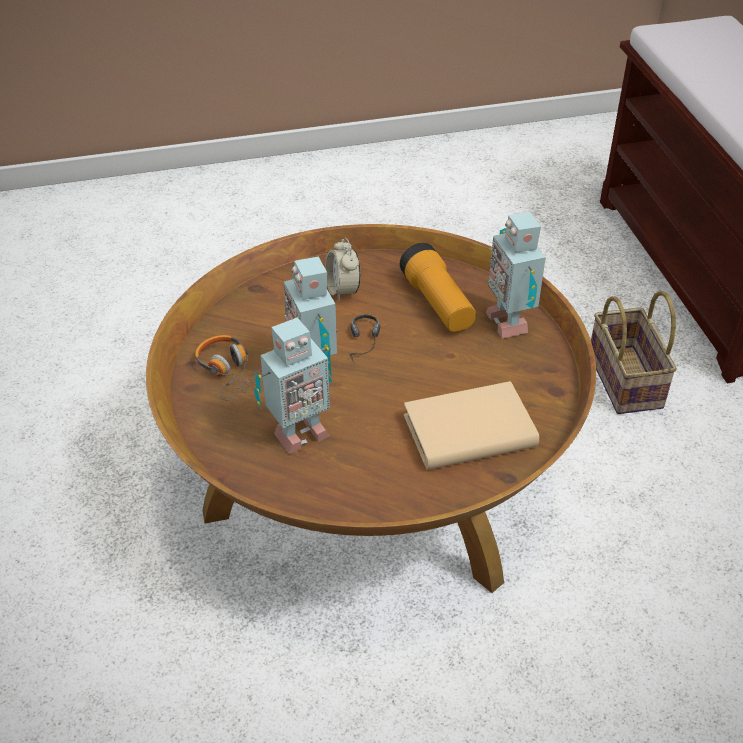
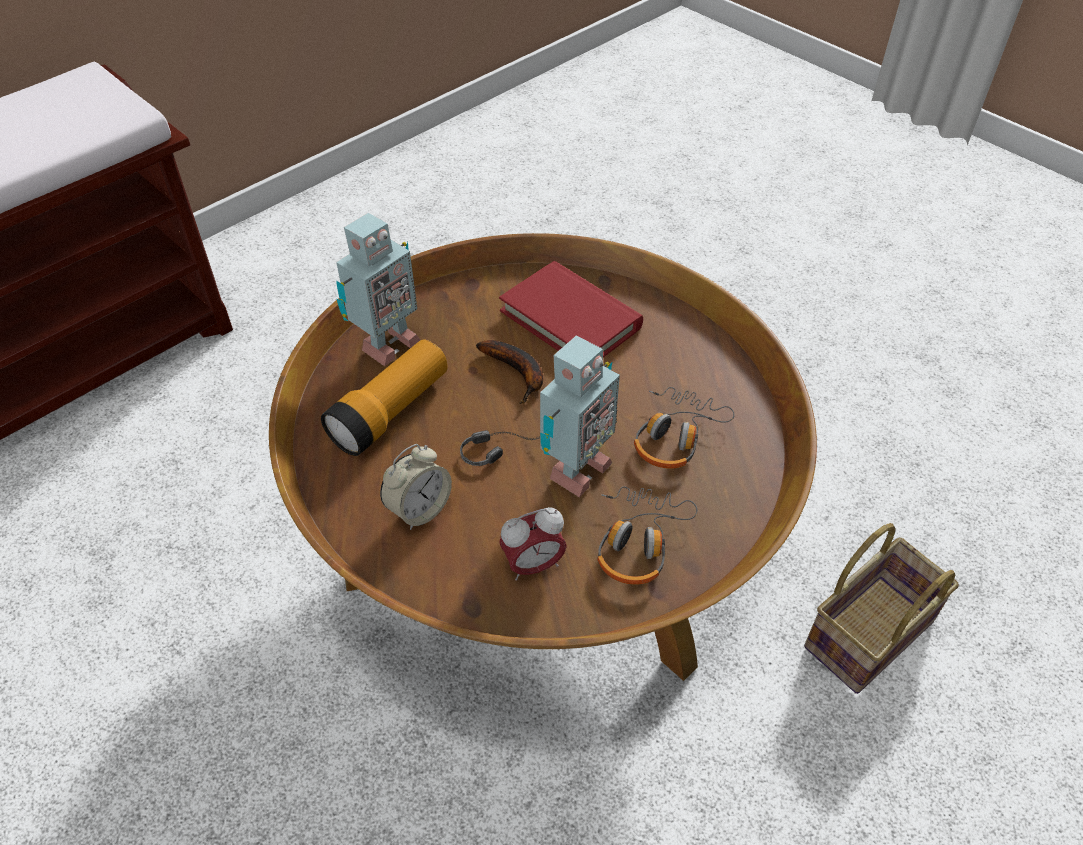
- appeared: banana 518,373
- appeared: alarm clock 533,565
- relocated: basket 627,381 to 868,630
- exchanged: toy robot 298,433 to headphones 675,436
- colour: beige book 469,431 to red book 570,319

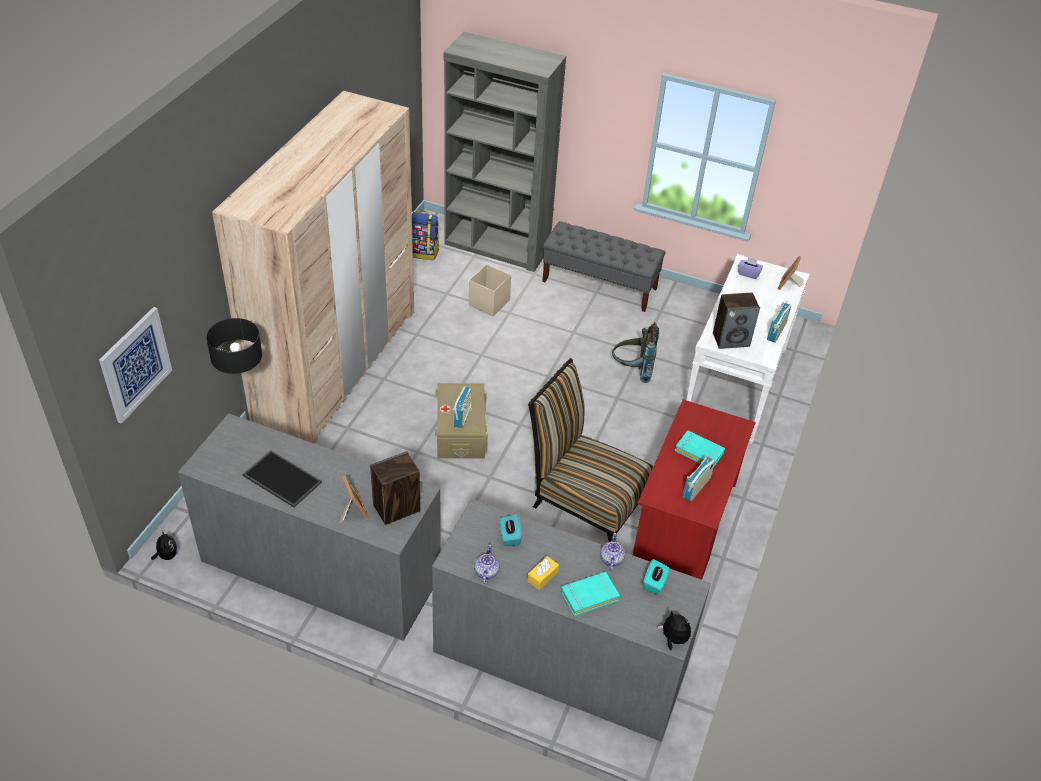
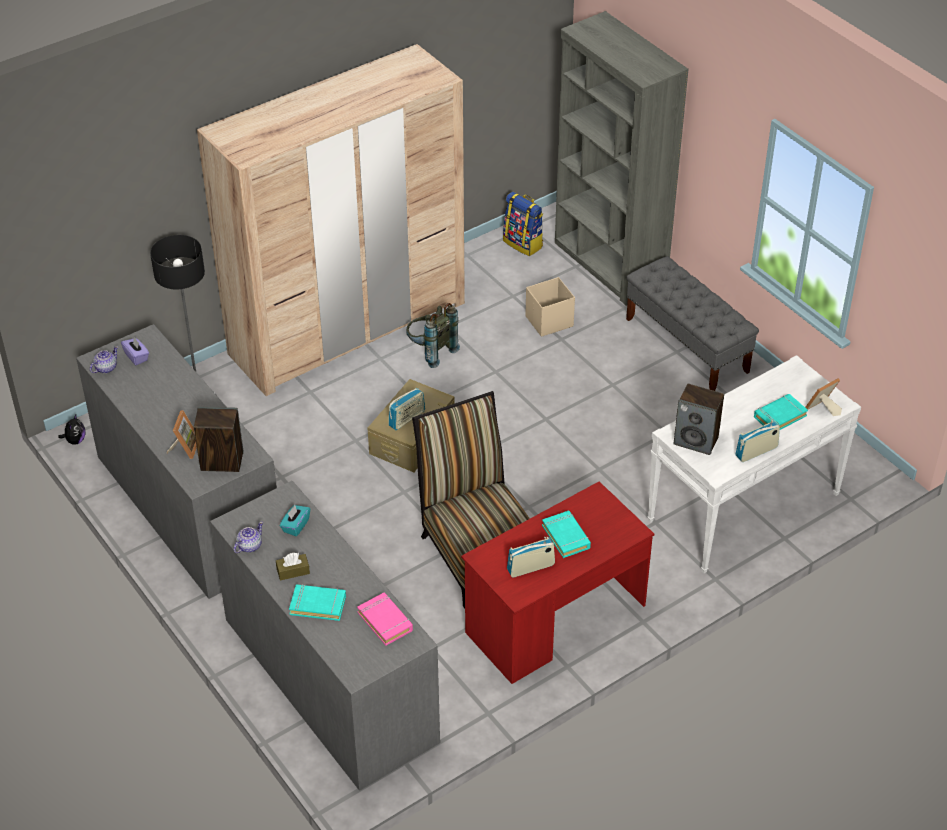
- missing: picture 135,364
- missing: tray 280,479
- missing: plush toy 673,639
- appeared: turquoise book 779,416
- relocated: teapot 611,559 to 105,368
- relocated: grey backpack 632,370 to 430,351
- relocated: purple tissue box 748,273 to 136,357
- exchanged: turquoise tissue box 654,583 to pink book 385,621
- colour: yellow tissue box 542,576 to brown tissue box 293,571

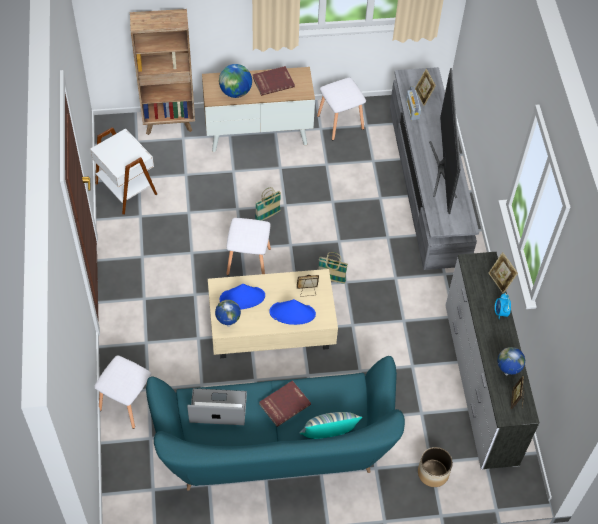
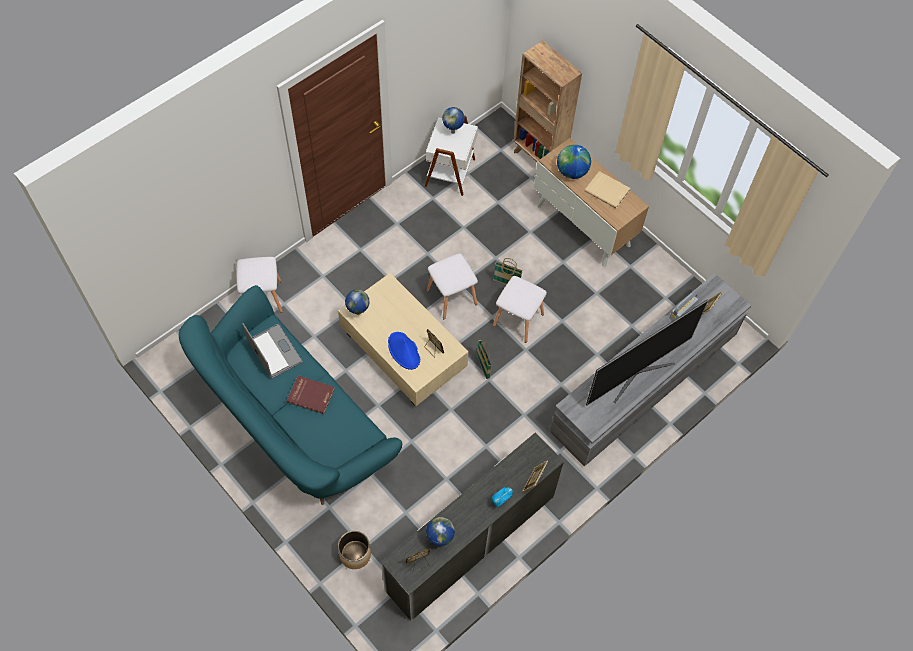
- missing: blue hat 242,298
- missing: pillow 329,435
- appeared: globe 453,132
- relocated: white stool 341,122 to 518,320
- colour: red book 273,81 to beige book 607,190

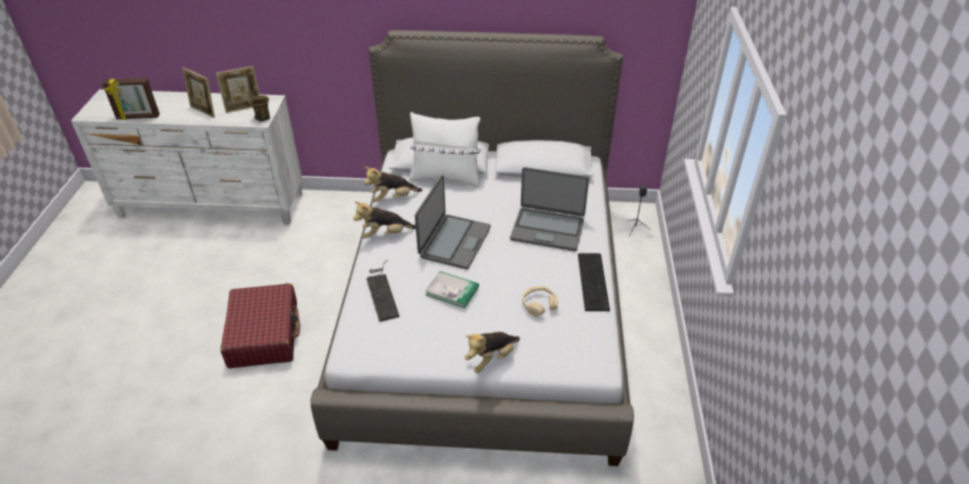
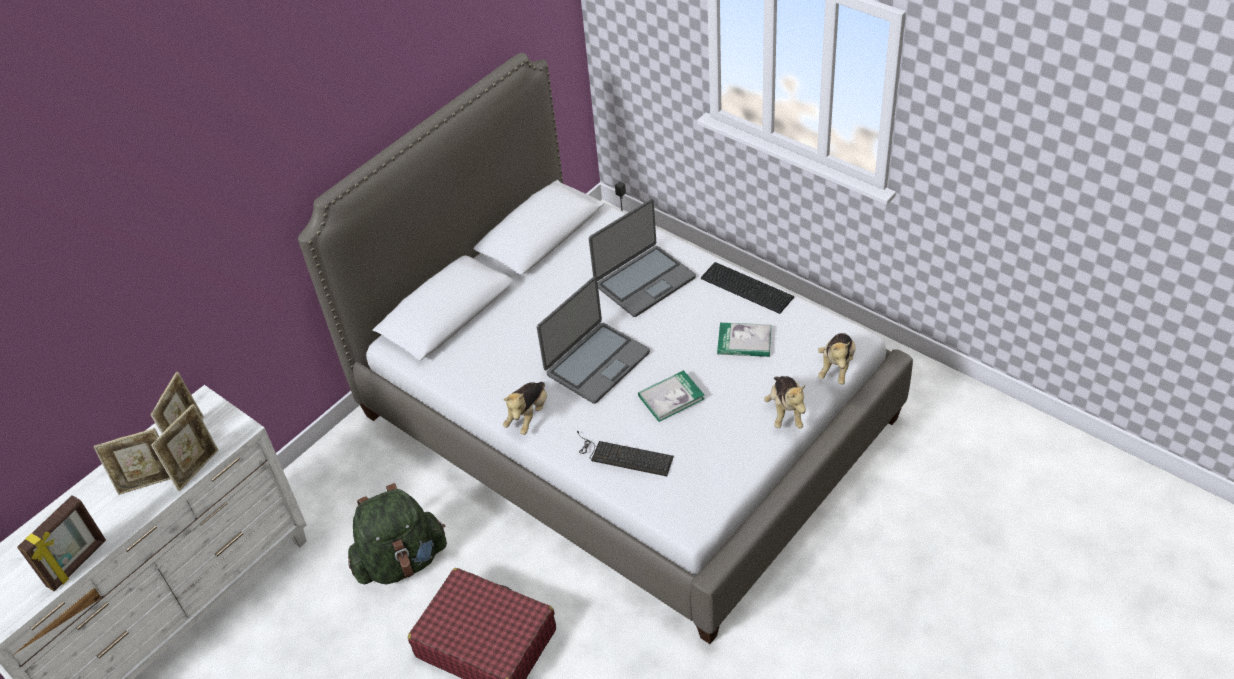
- missing: brown mug 263,117
- missing: white pillow 446,177
- appeared: picture frame 197,469
- appeared: green backpack 402,561
- relocated: plush toy 393,198 to 836,367
- exchanged: beige headphones 539,304 to book 744,342
- spun: laptop 454,242 = 596,363 75 degrees clockwise

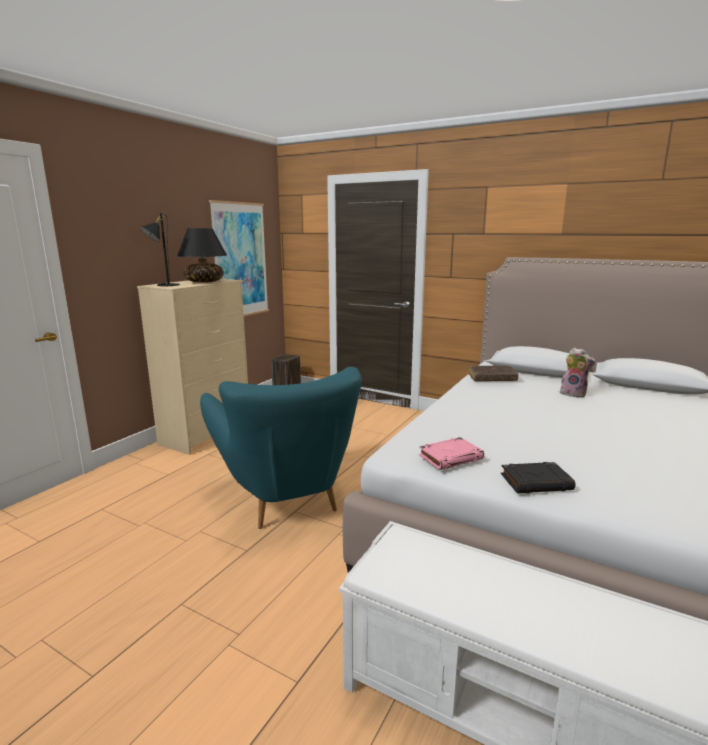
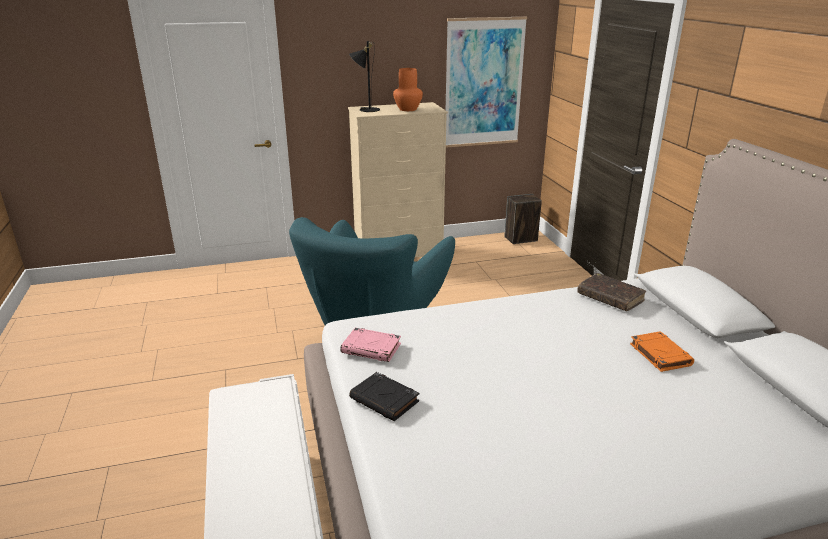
- exchanged: black table lamp 204,282 to orange vase 408,109
- exchanged: plush toy 574,394 to orange book 659,354

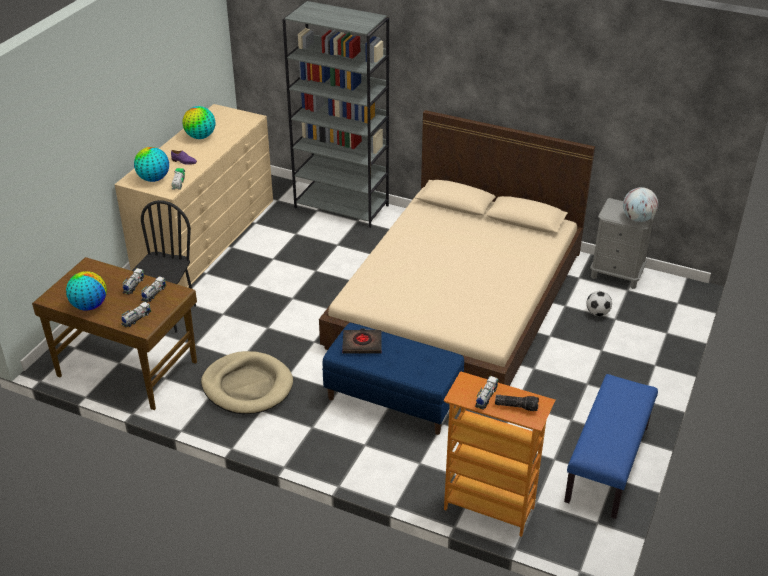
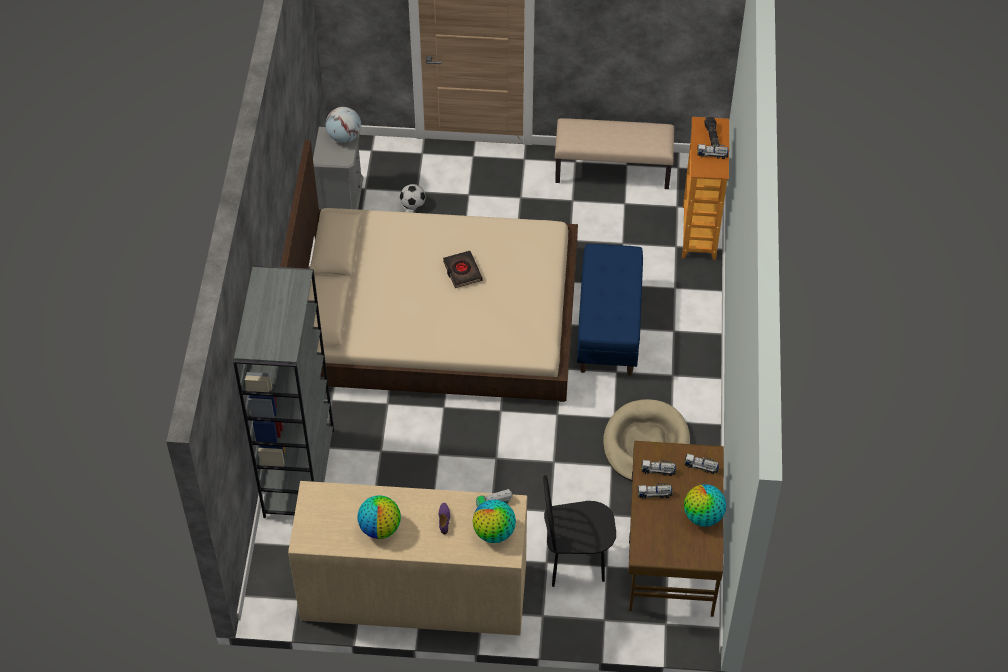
- relocated: black book 362,344 to 462,271
- colour: blue bench 608,464 to beige bench 613,170

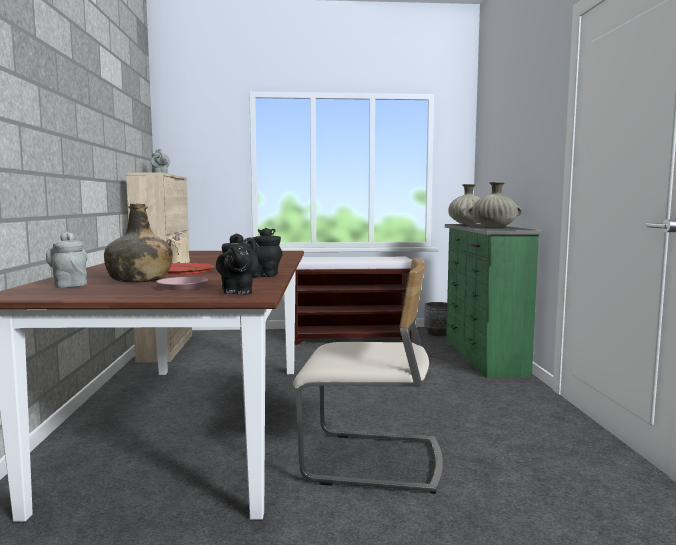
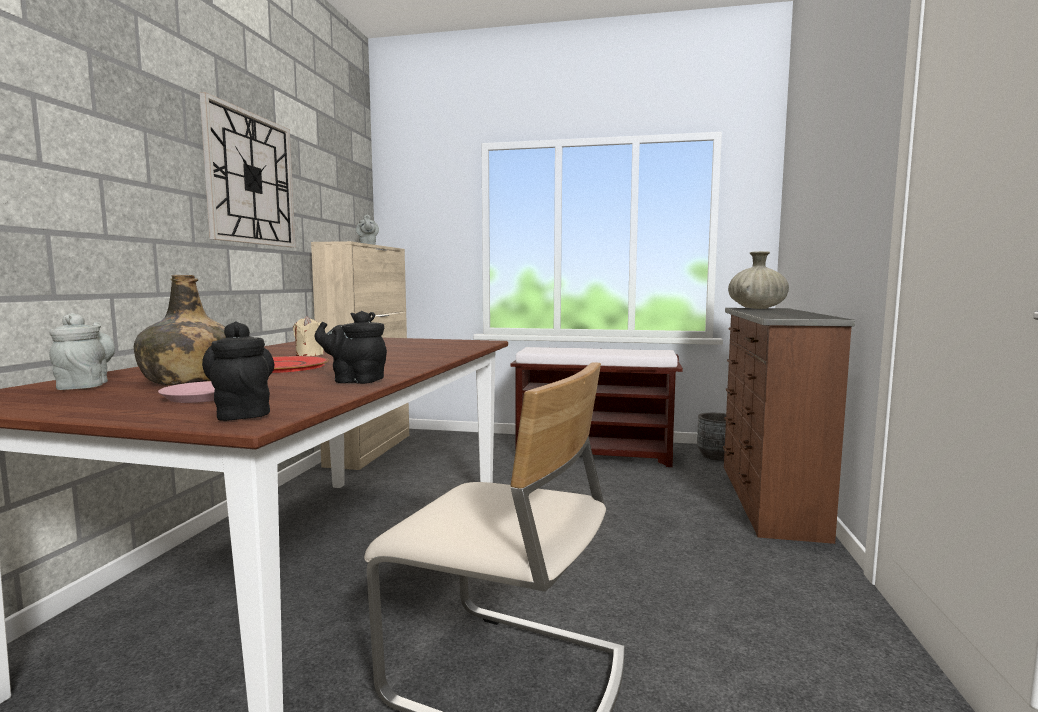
- missing: beige vase 494,227
- appeared: wall clock 250,179
- colour: green dresser 482,356 to brown dresser 766,499
- spun: black teapot 237,292 = 243,413 150 degrees clockwise

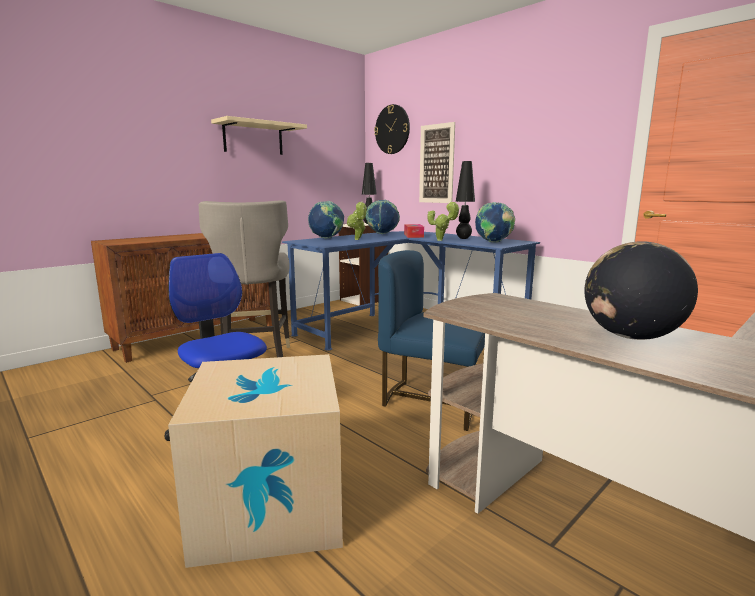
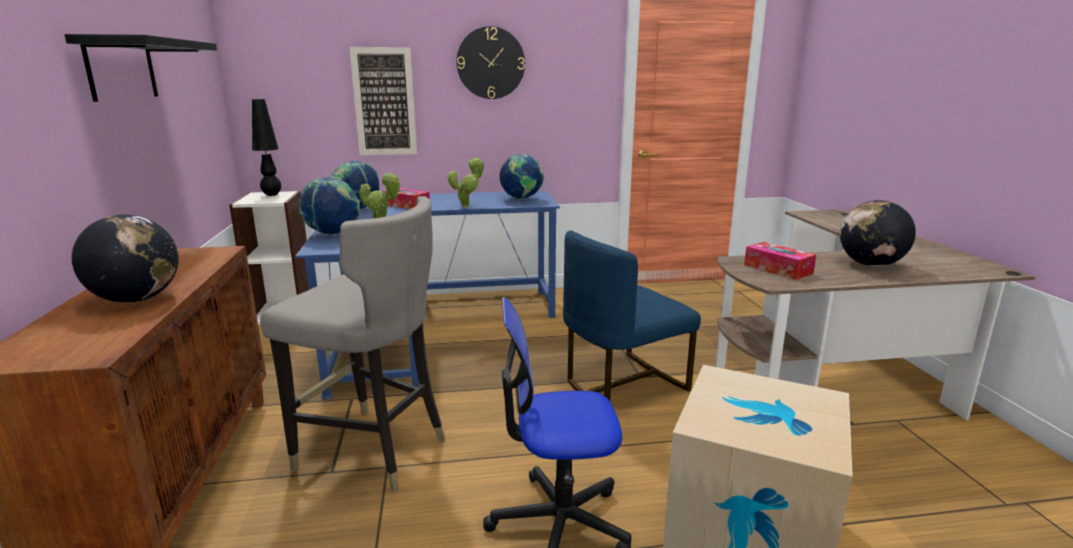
- missing: black table lamp 463,238
- appeared: globe 137,299
- appeared: tissue box 777,269
- relocated: wall clock 392,129 to 490,63
- colour: beige shelf 253,138 to black shelf 121,69

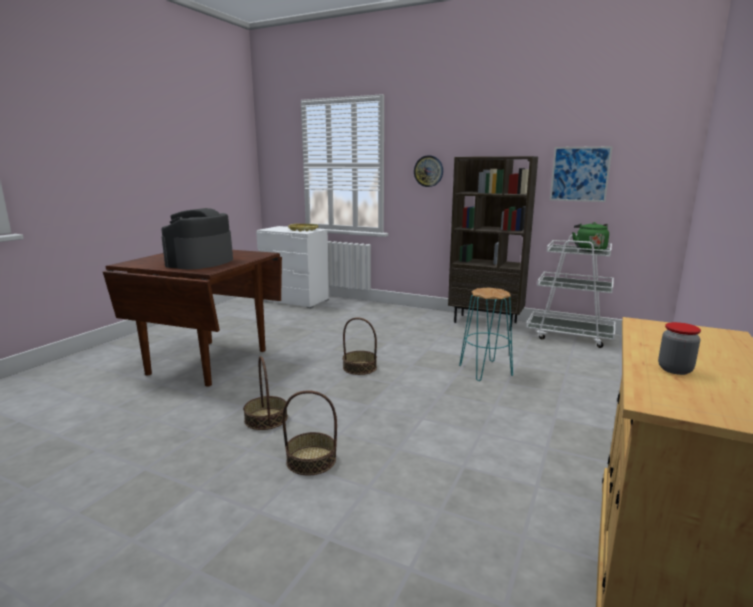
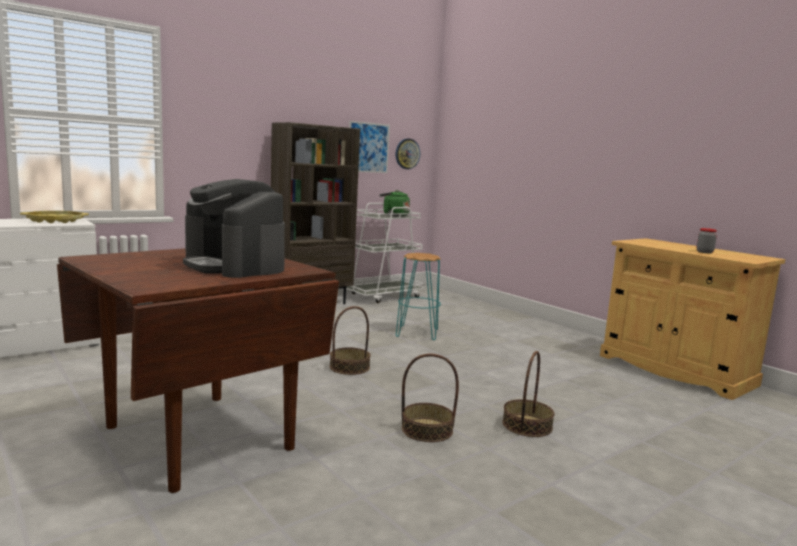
- relocated: wall clock 428,171 to 407,154

